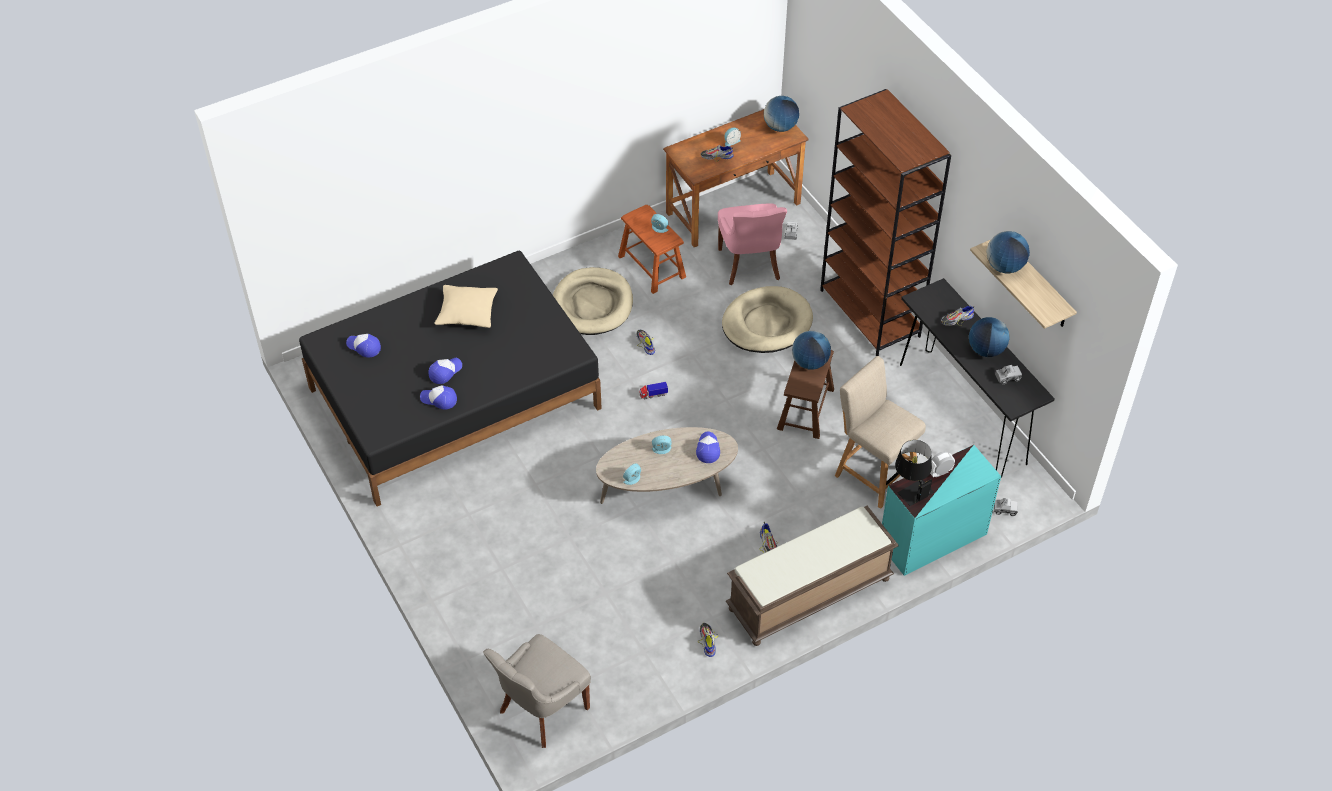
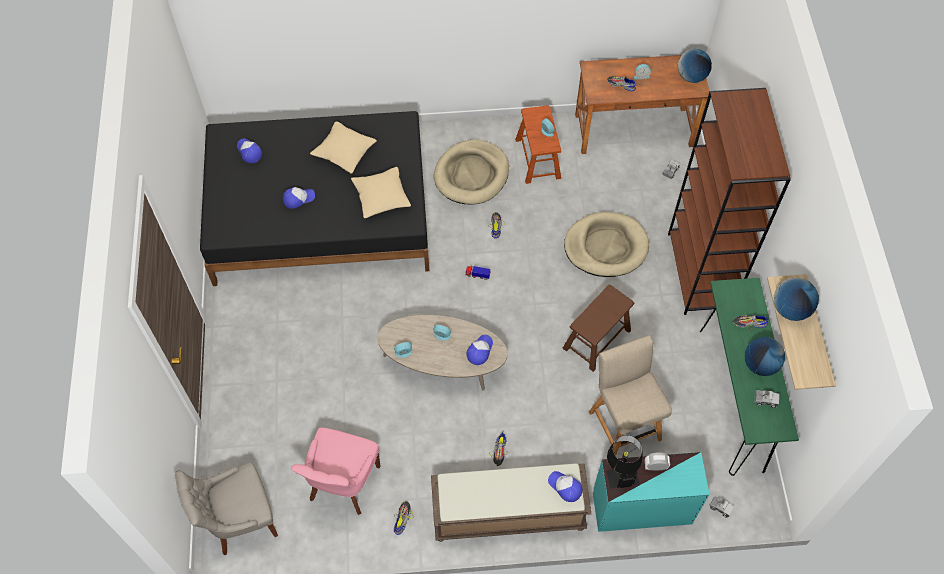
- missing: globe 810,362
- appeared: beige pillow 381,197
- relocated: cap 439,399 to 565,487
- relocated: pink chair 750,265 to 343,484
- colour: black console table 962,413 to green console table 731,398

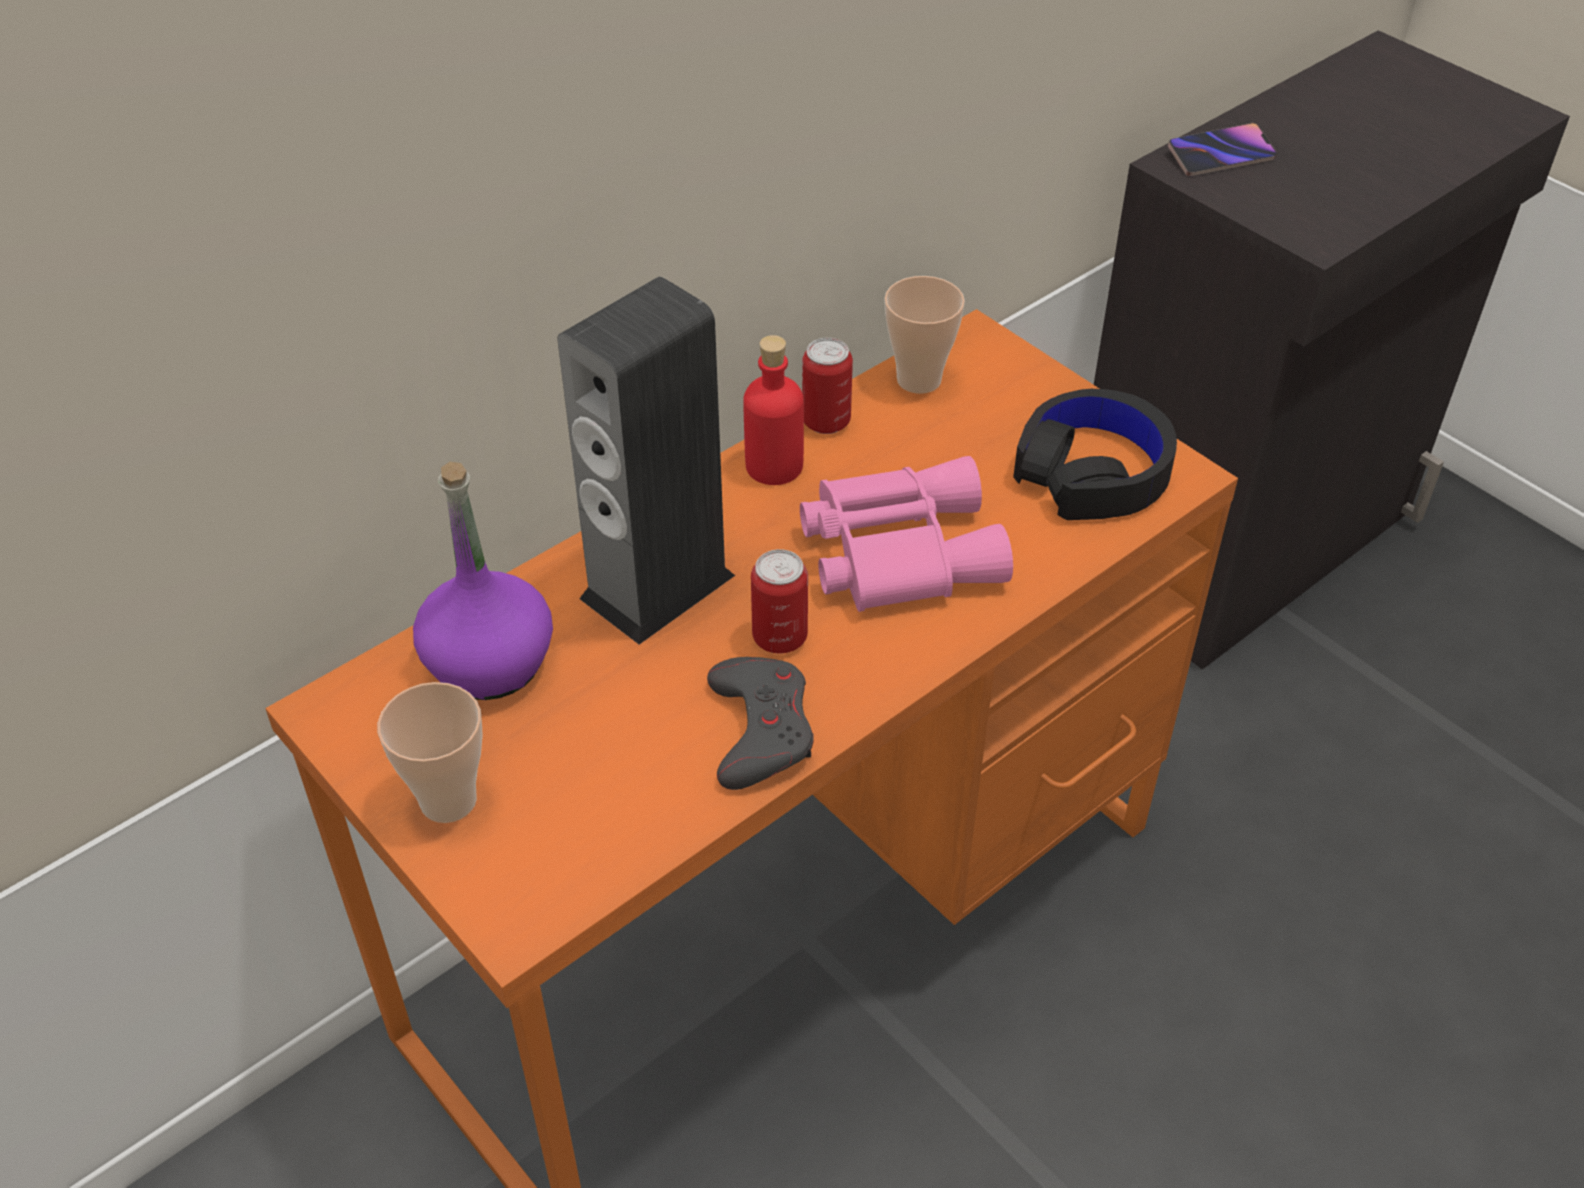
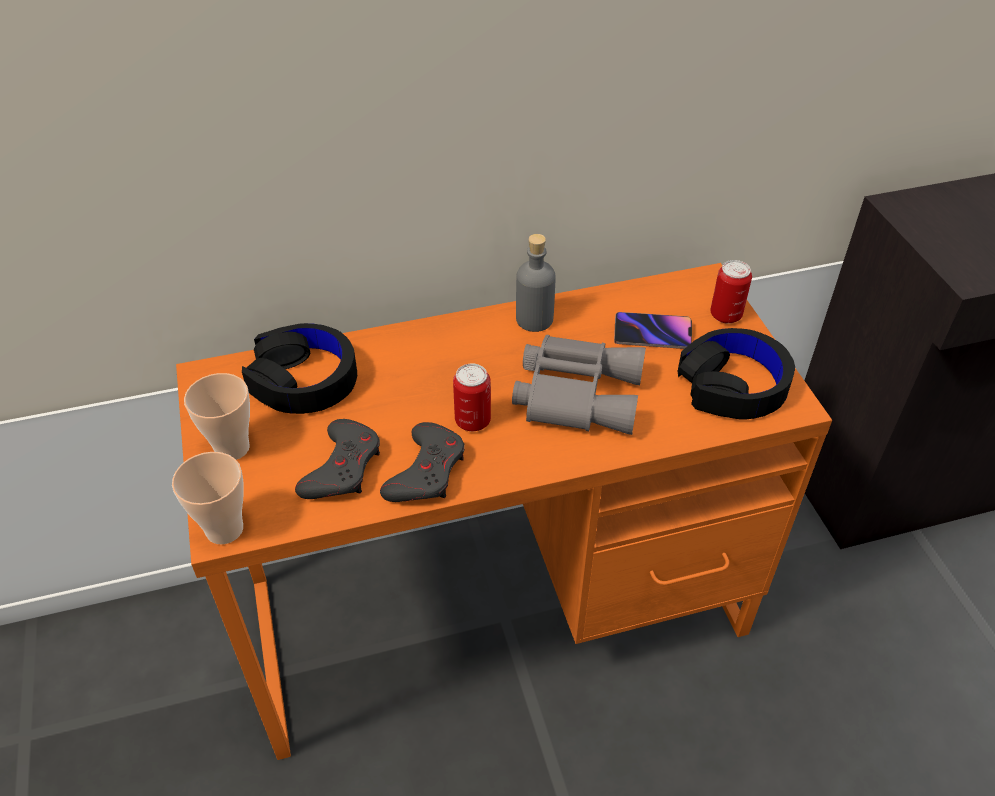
- missing: speaker 657,587
- appeared: grey game controller 342,467
- relocated: can 826,421 to 725,315
- relocated: cup 919,380 to 224,529
- relocated: phone 1221,155 to 652,334
- exchanged: purple bottle 490,663 to black headphones 303,379
- colour: red bottle 774,466 to grey bottle 534,319
- colour: pink binoculars 896,549 to grey binoculars 576,392

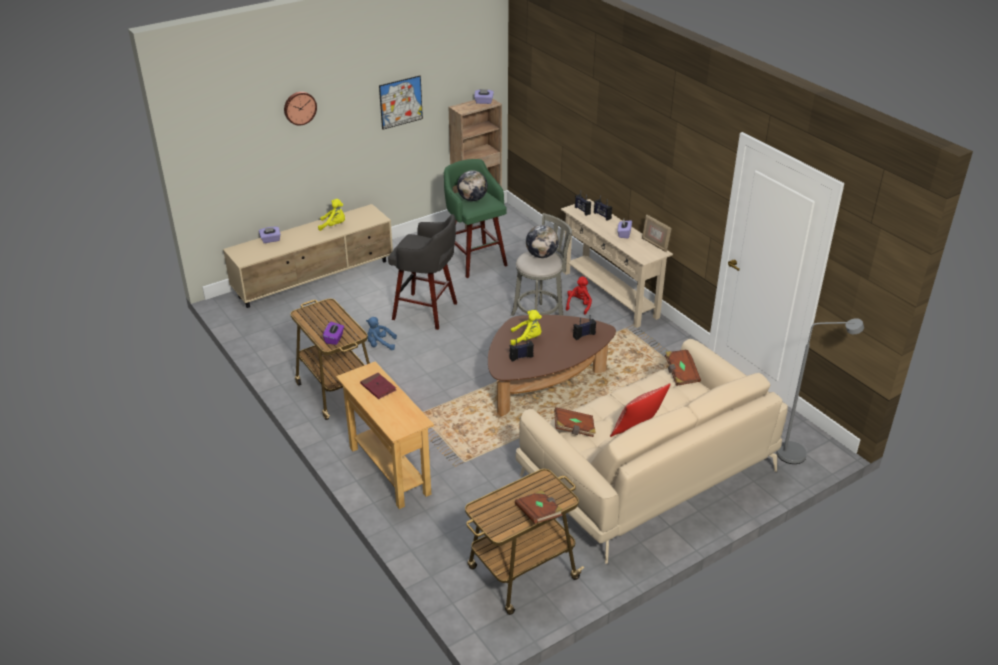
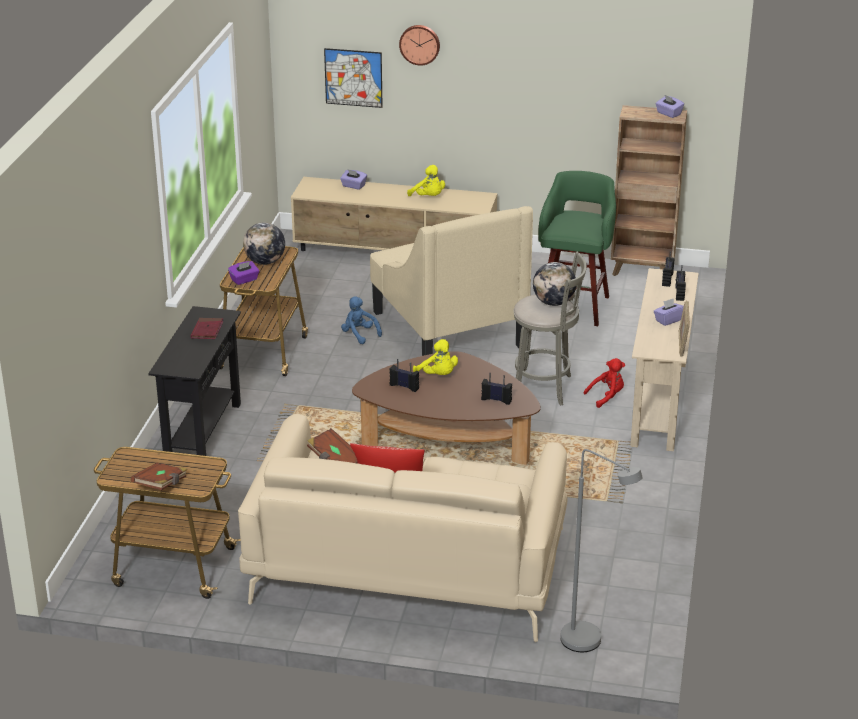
- missing: brown book 681,374
- relocated: picture 401,102 to 353,77
- relocated: globe 472,199 to 265,262
- exchanged: grey stool 427,312 to beige armchair 447,328
- colour: beige console table 389,470 to black console table 203,433

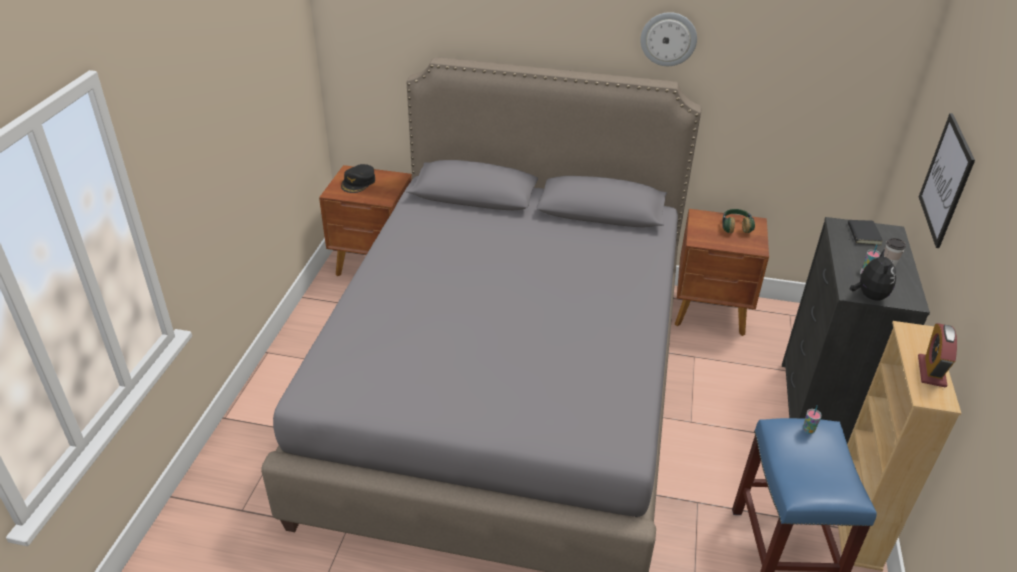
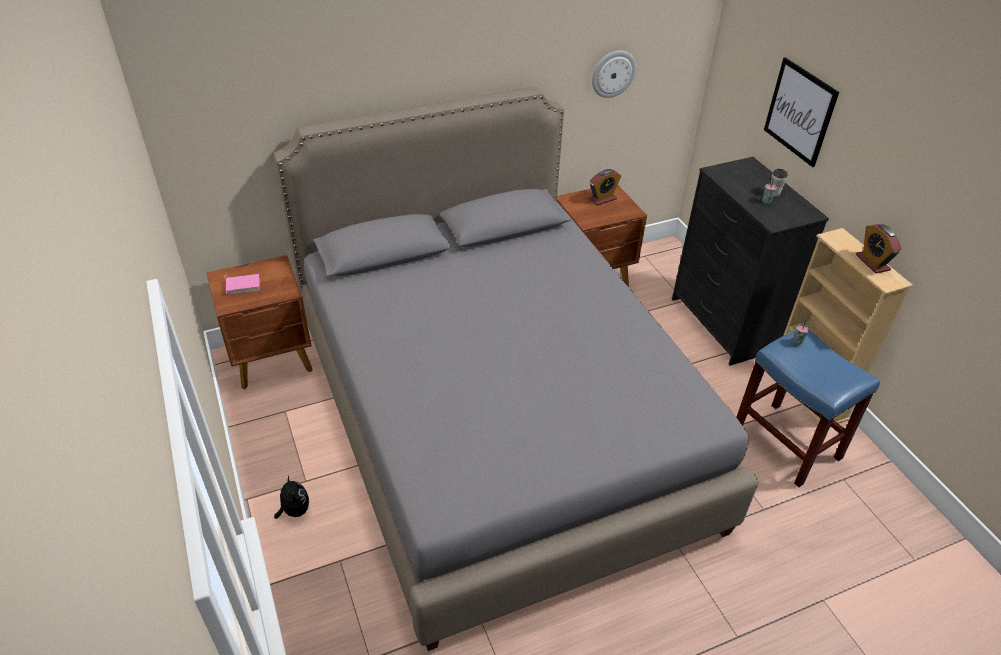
- missing: black book 862,234
- relocated: wall clock 668,39 to 613,73
- relocated: plush toy 869,296 to 294,510
- exchanged: black cap 358,182 to pink book 243,284
- exchanged: headphones 735,227 to alarm clock 602,199

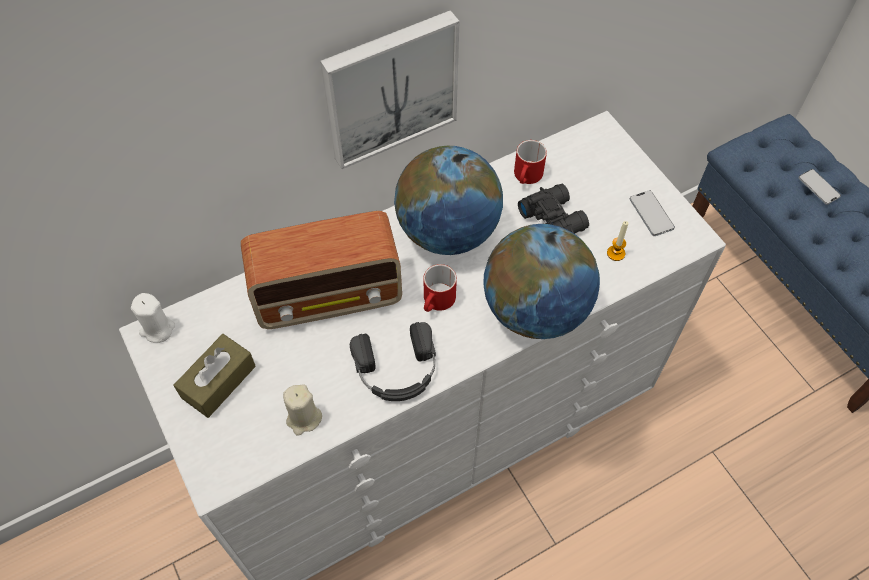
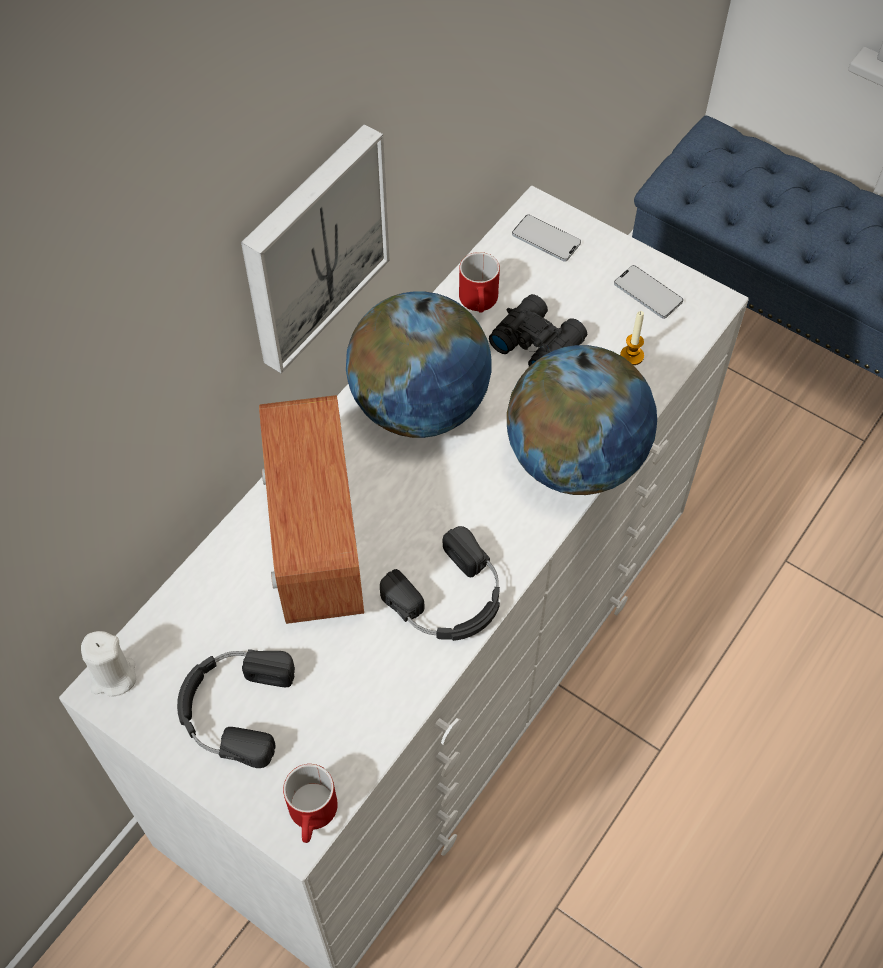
- missing: beige candle 303,418
- relocated: red mug 437,302 to 314,816
- relocated: phone 818,187 to 546,239
- exchanged: brown tissue box 218,382 to black headphones 233,708
- spun: radio 330,296 = 316,543 120 degrees clockwise

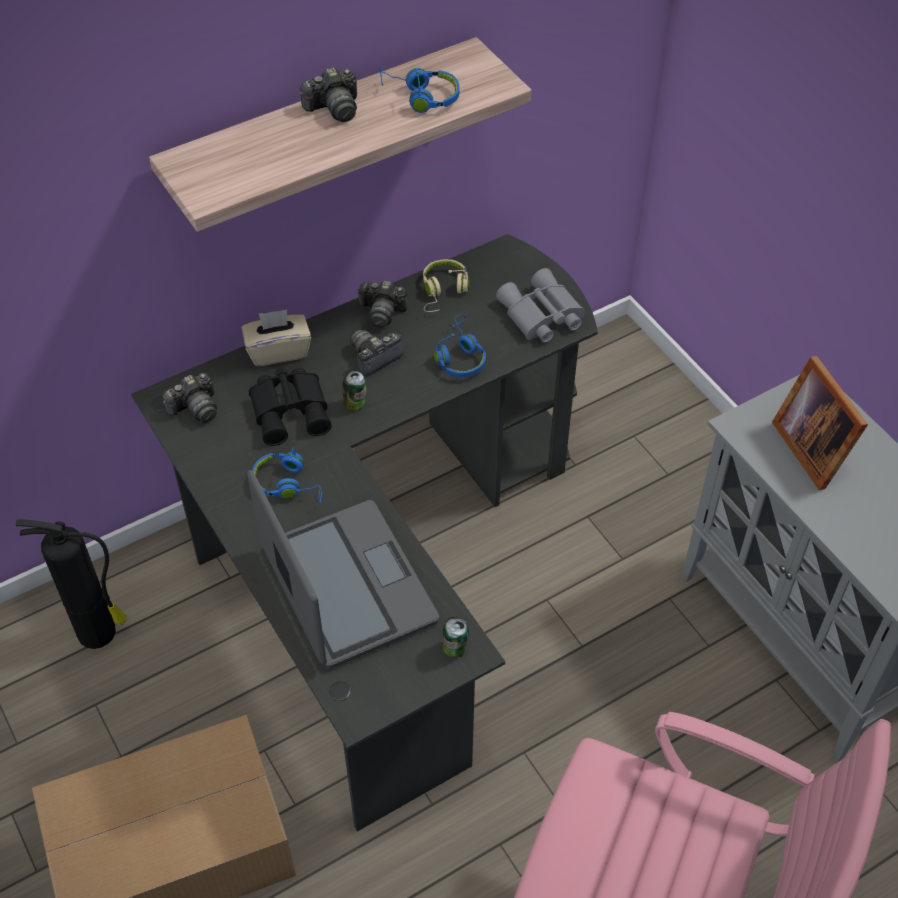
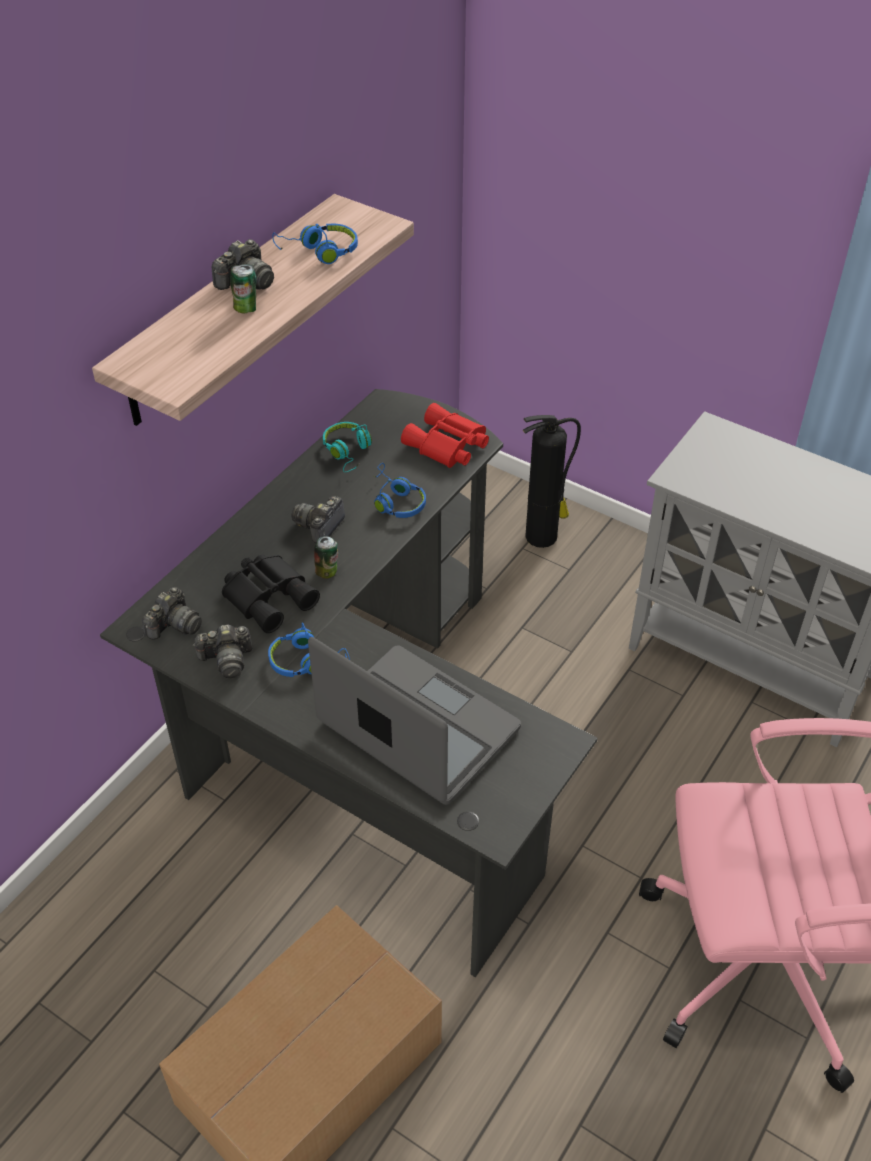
- missing: beige tissue box 278,351
- missing: picture frame 813,447
- relocated: fire extinguisher 99,632 to 543,536
- relocated: photo camera 382,312 to 227,660
- relocated: can 455,650 to 246,308
- colour: beige headphones 444,291 to turquoise headphones 348,452
- colour: grey binoculars 540,316 to red binoculars 447,446

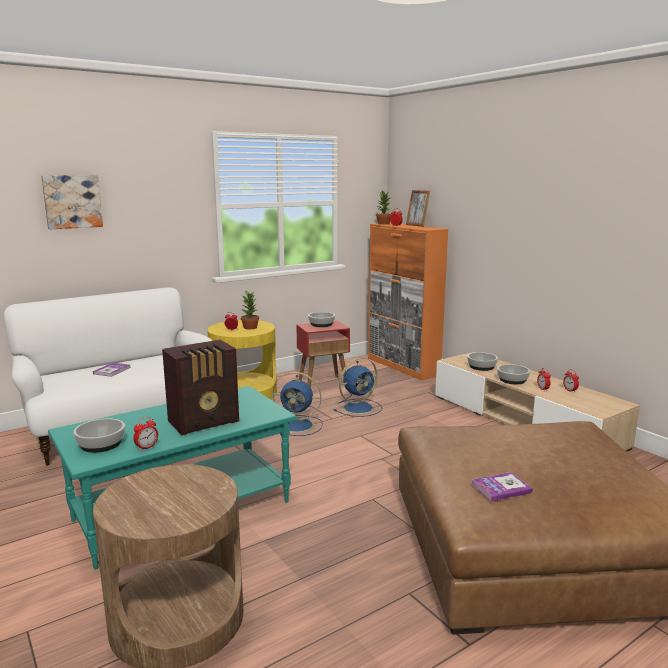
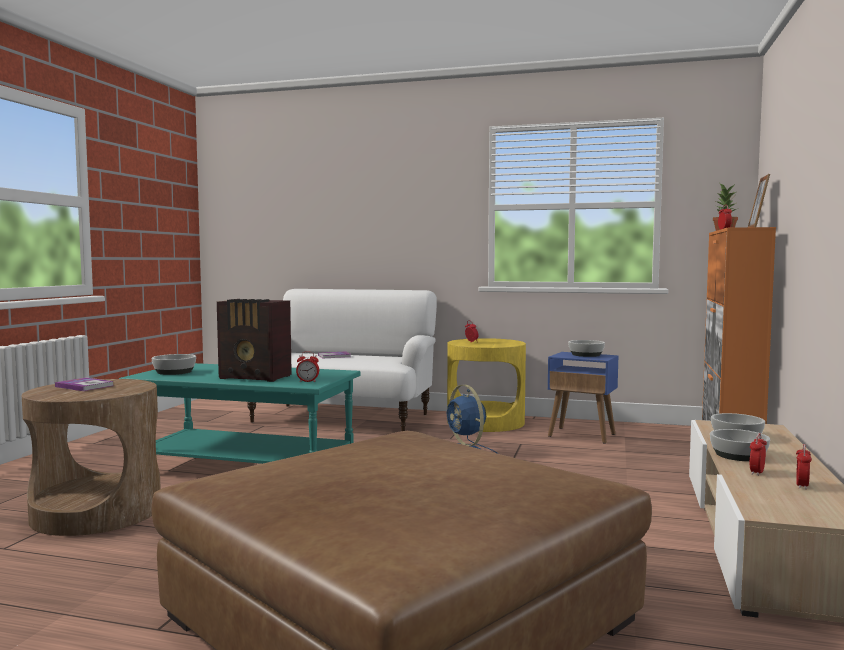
- missing: picture 72,201
- missing: potted plant 250,327
- missing: blue fan 359,407
- relocated: alarm clock 146,447 to 308,381
- relocated: book 501,488 to 84,386
- colour: red side table 323,384 to blue side table 582,435

